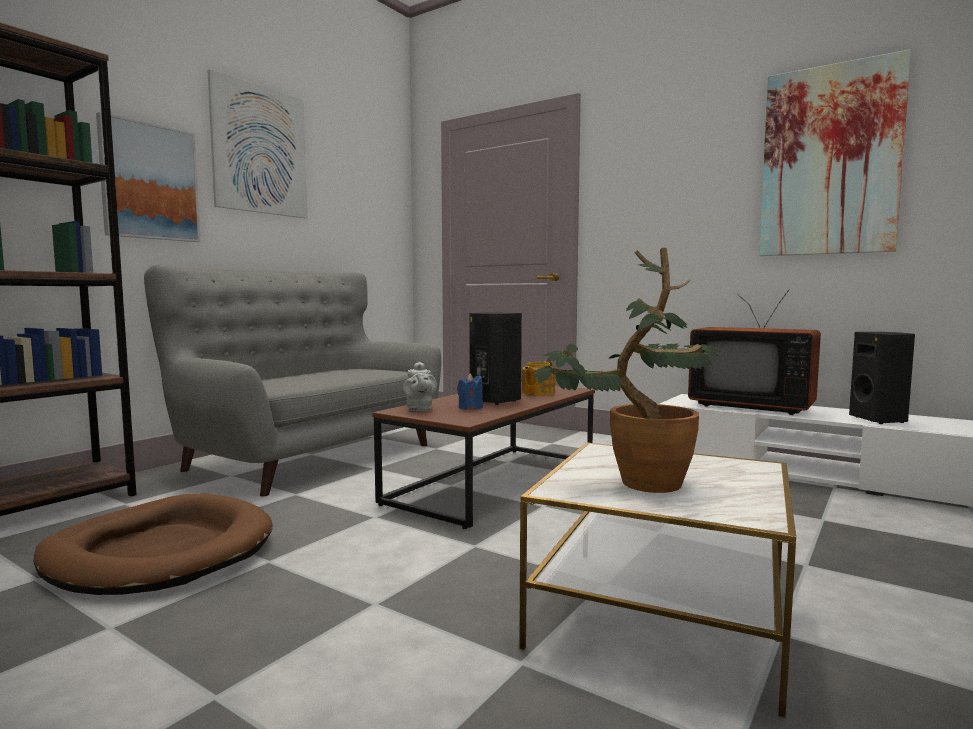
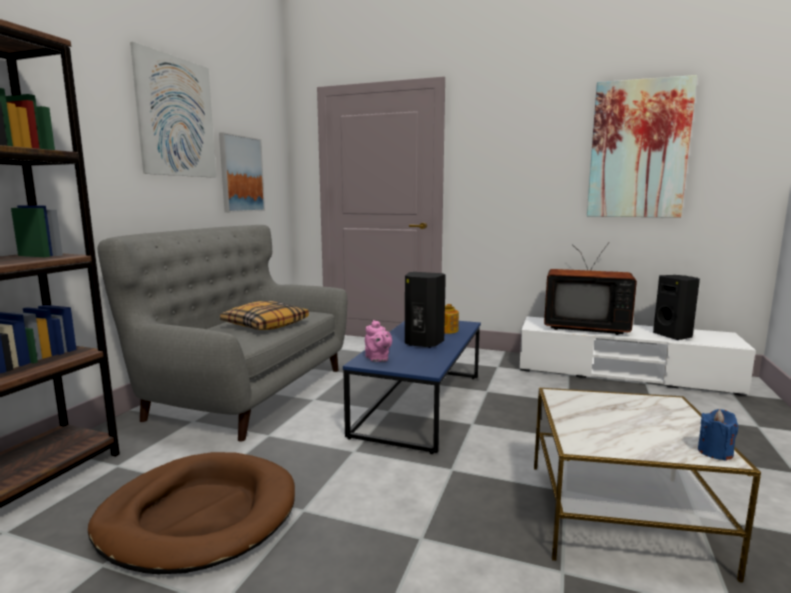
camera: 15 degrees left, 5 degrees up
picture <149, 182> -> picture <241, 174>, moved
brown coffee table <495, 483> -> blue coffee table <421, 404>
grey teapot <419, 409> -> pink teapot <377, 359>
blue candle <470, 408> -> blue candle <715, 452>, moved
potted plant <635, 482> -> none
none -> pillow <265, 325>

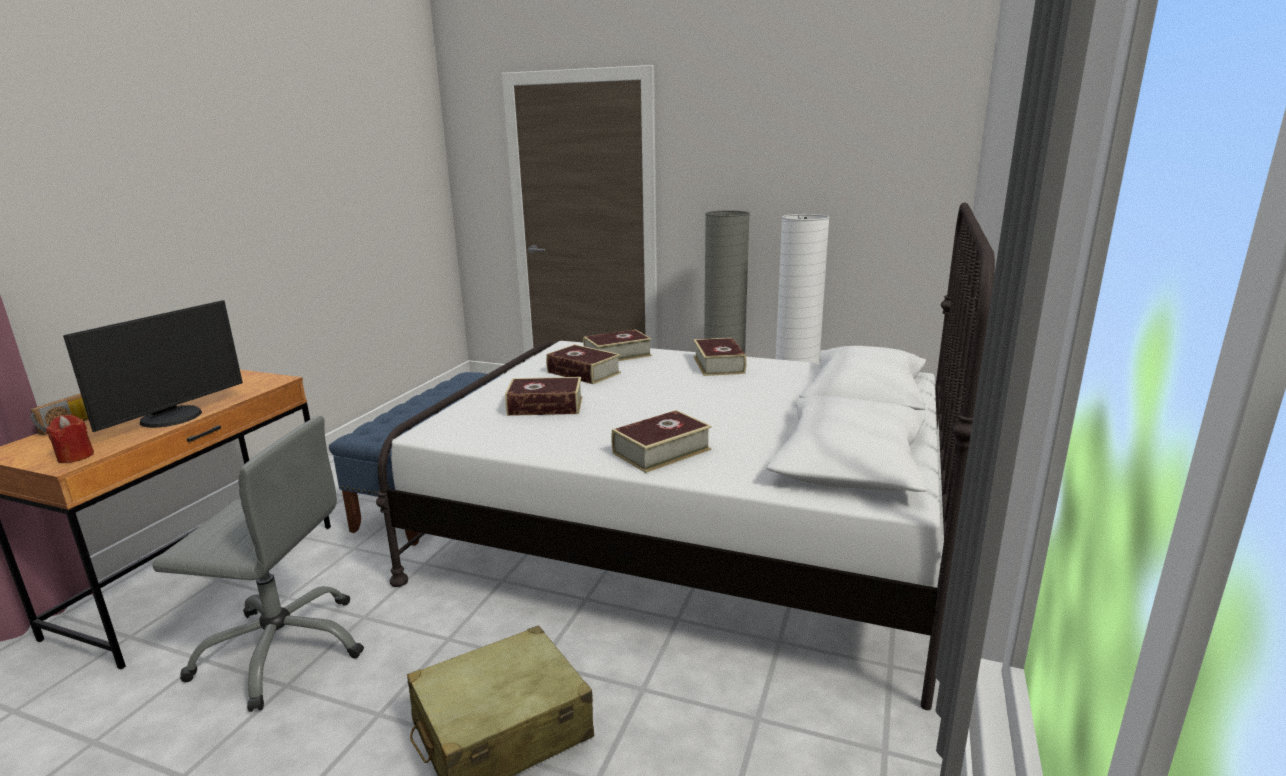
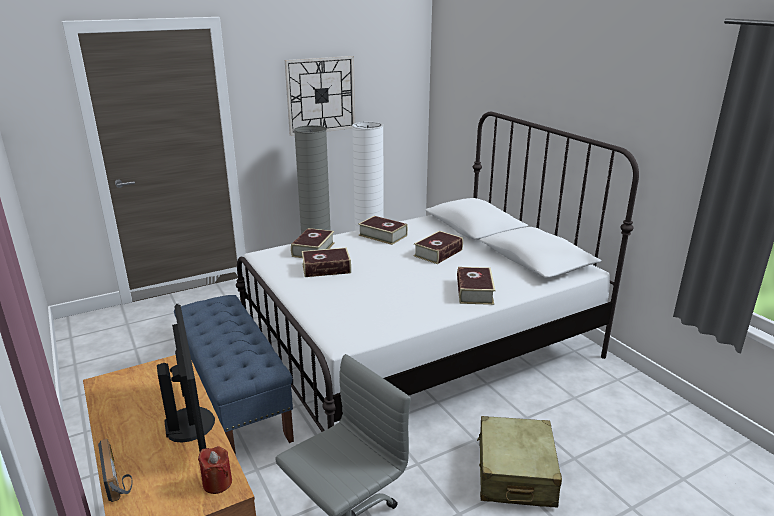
camera: 50 degrees left, 5 degrees up
book <545, 406> -> book <438, 253>, moved
none -> wall clock <321, 95>

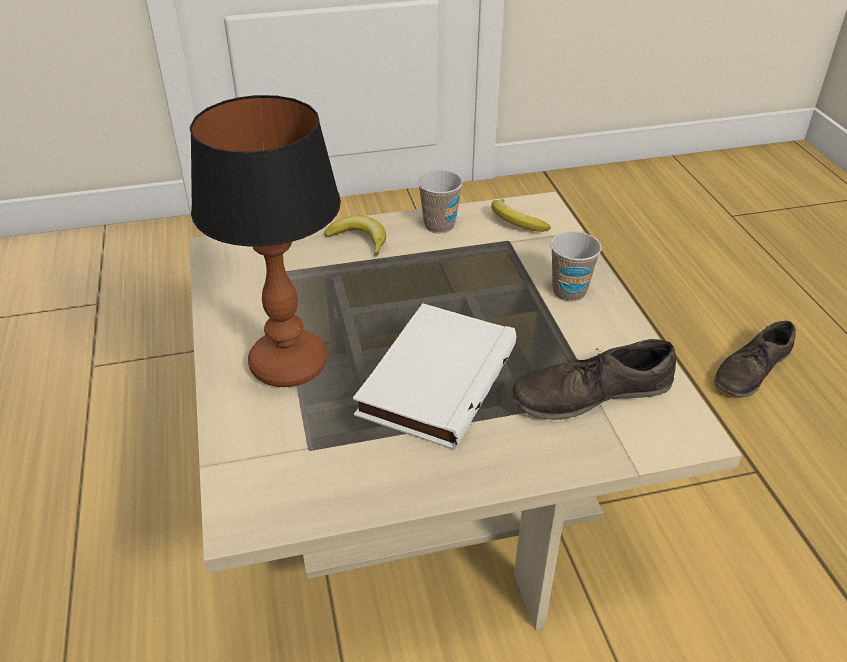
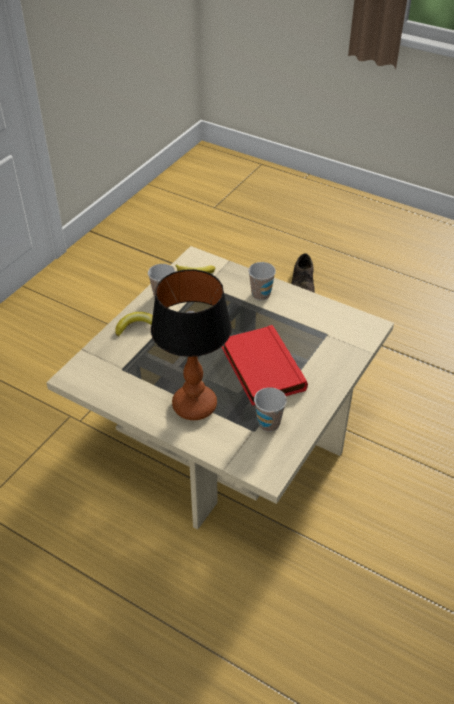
camera: 45 degrees left, 5 degrees up
white book <434, 378> -> red book <260, 368>
brown shoe <590, 394> -> none
none -> cup <268, 423>

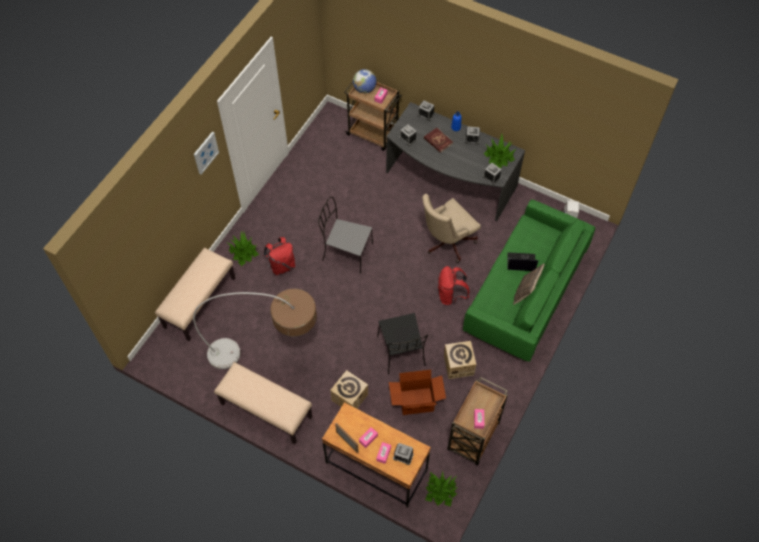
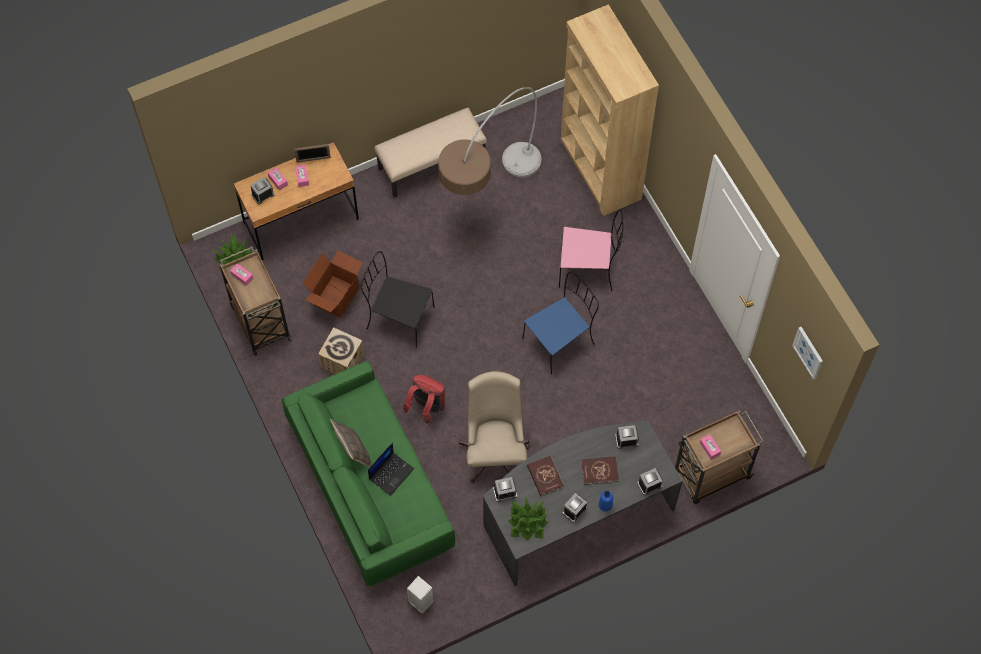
camera: 125 degrees right, 5 degrees up
beige bench <199, 302> -> brown bookcase <600, 170>
picture <205, 152> -> picture <808, 352>, moved
potted plant <243, 252> -> none
red backpack <282, 266> -> pink chair <589, 268>
grey chair <346, 252> -> blue chair <559, 340>
cardboard box <350, 397> -> none
globe <364, 89> -> none
none -> red book <545, 476>

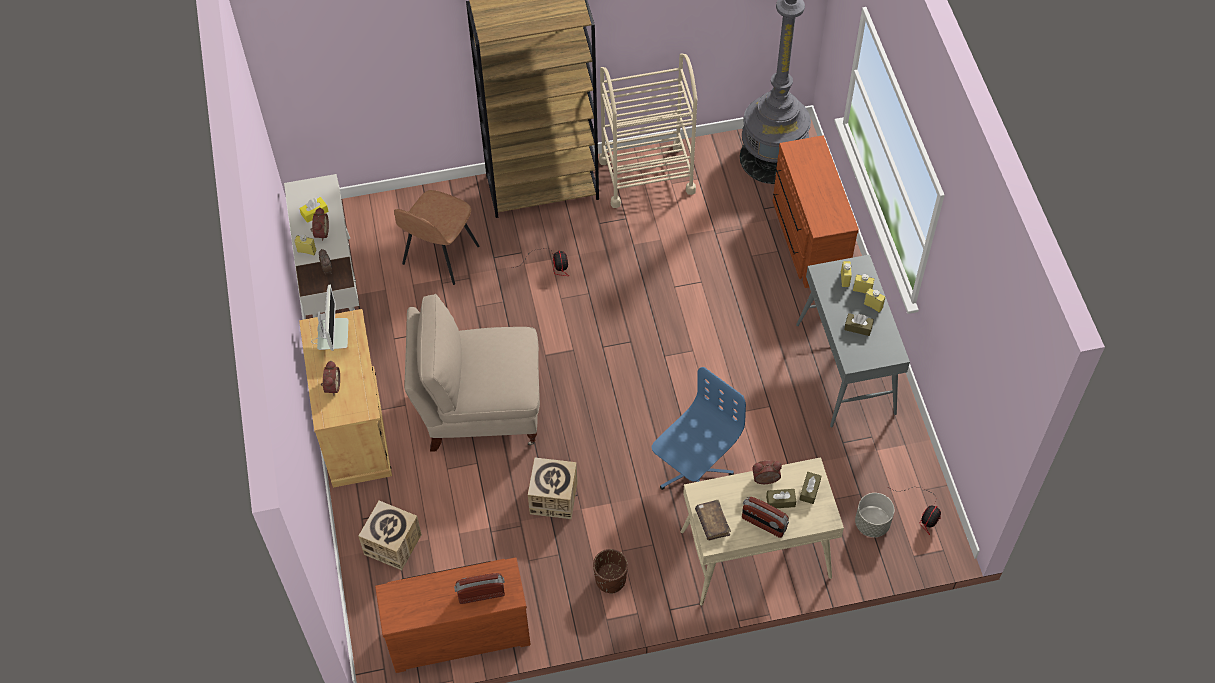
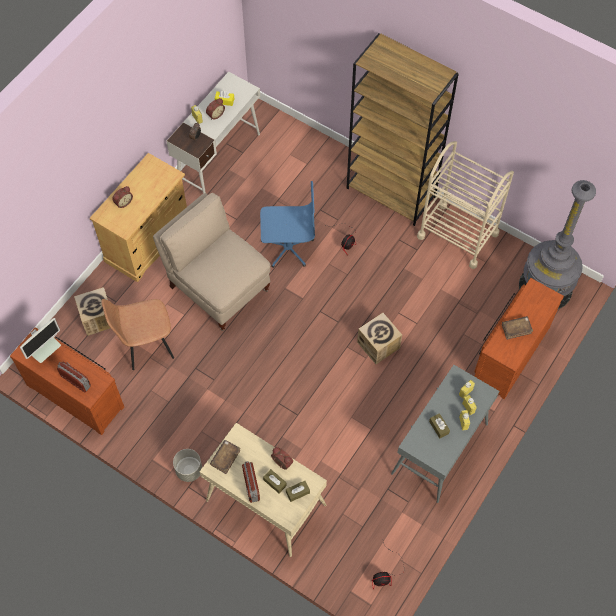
camera: 45 degrees right, 5 degrees up
monitor <334, 344> -> monitor <46, 353>, moved
brown chair <439, 256> -> brown chair <145, 344>, moved
cardboard box <553, 498> -> cardboard box <378, 345>, moved
brown planter <610, 580> -> none
blue office chair <693, 471> -> blue office chair <287, 247>, moved
grey planter <871, 523> -> grey planter <189, 470>, moved
none -> brown book <516, 329>

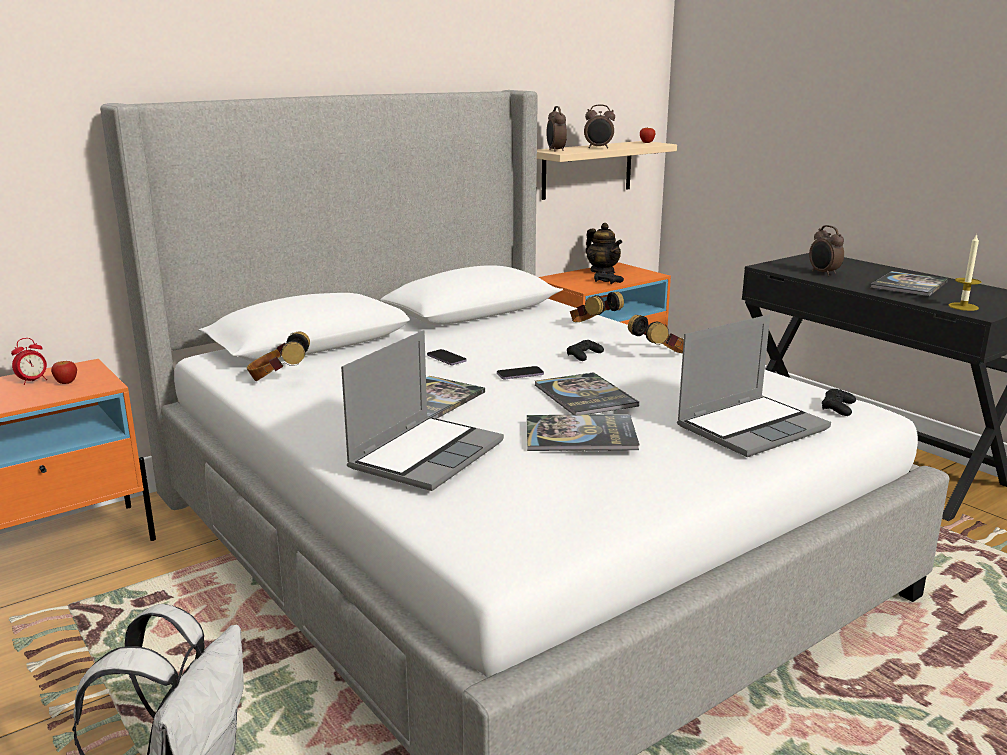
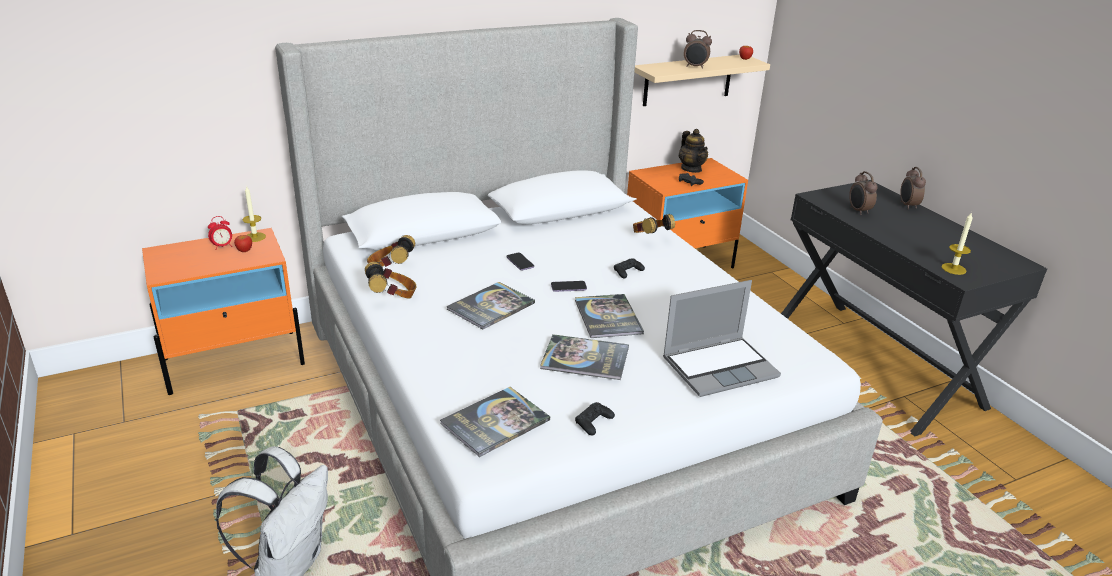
camera: 10 degrees right, 10 degrees up
laptop <426, 454> -> none
alarm clock <555, 151> -> alarm clock <907, 206>, moved
headphones <659, 355> -> headphones <392, 297>, moved
black game controller <838, 408> -> black game controller <593, 422>, moved
book <909, 285> -> book <495, 422>, moved
none -> candle <255, 237>

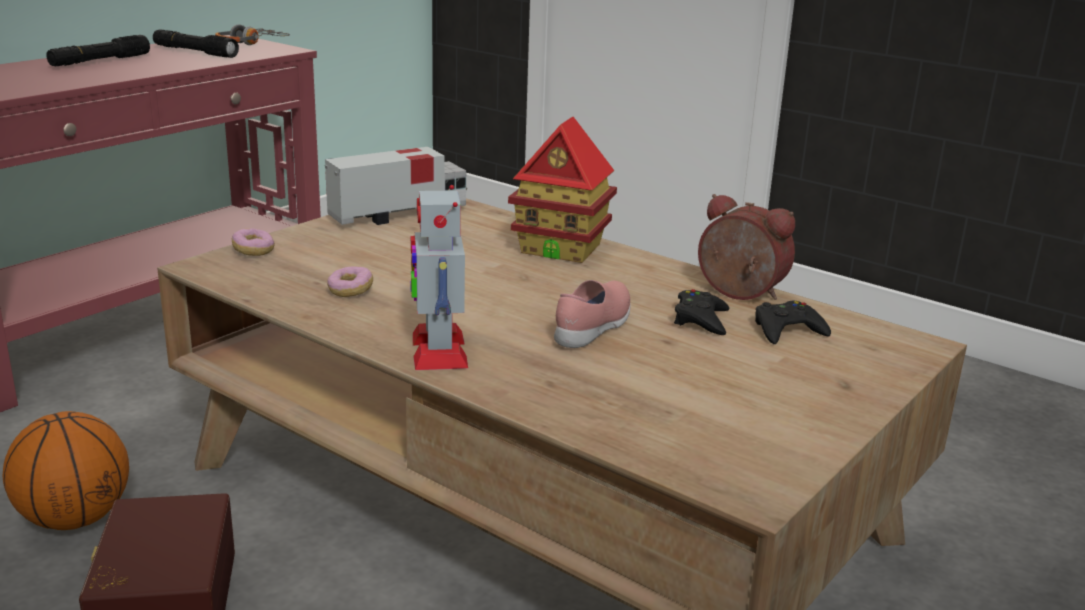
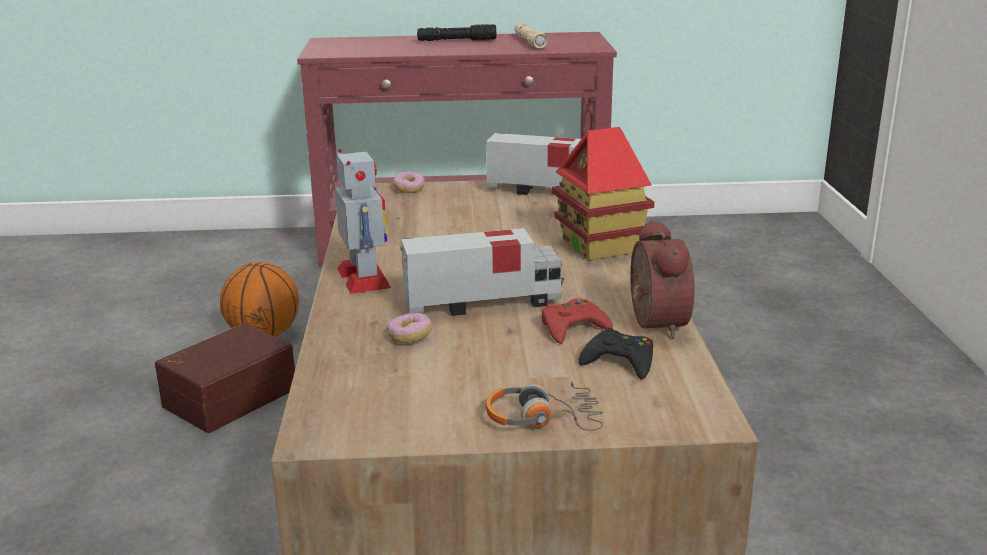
camera: 50 degrees right, 0 degrees up
black flashlight <195, 52> -> beige flashlight <529, 42>
headphones <249, 43> -> headphones <543, 419>, moved
donut <350, 291> -> donut <410, 337>, moved
toy robot <438, 350> -> toy robot <364, 278>, 120 degrees clockwise
pink shoe <594, 328> -> toy truck <483, 303>
black game controller <701, 319> -> red game controller <572, 328>

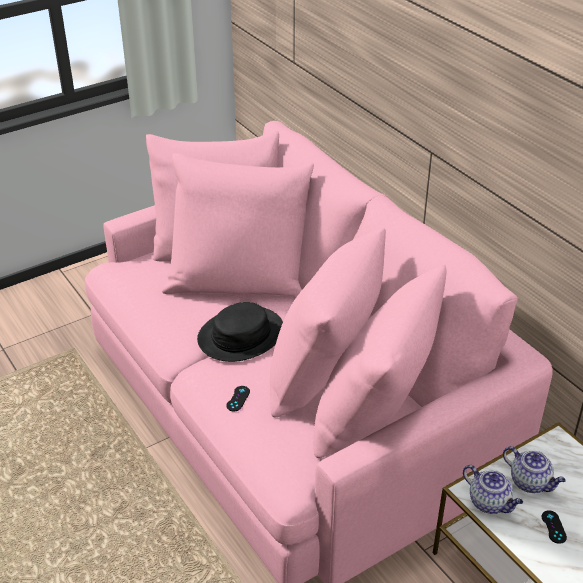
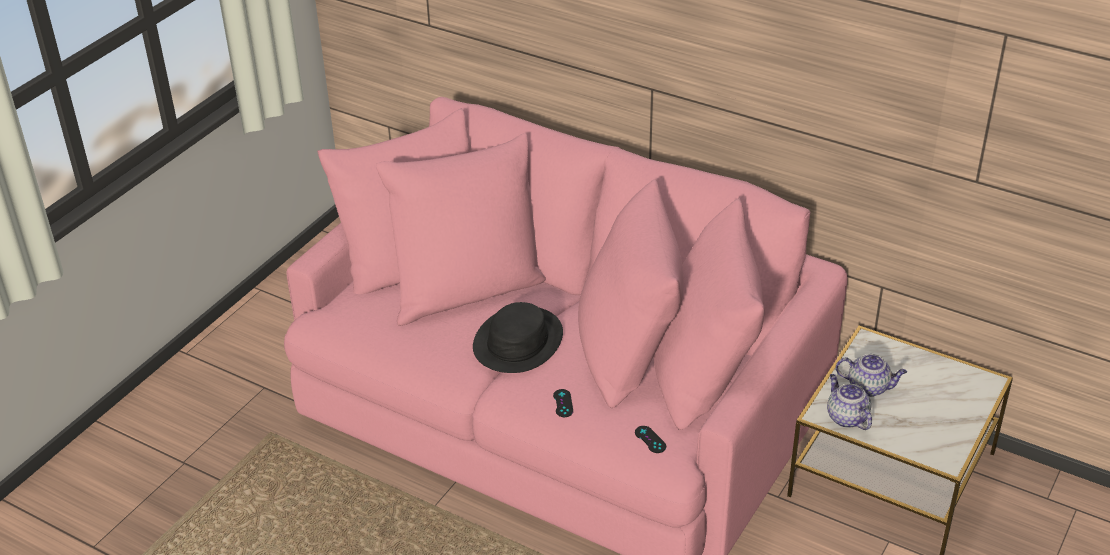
camera: 25 degrees left, 0 degrees up
teapot <490, 502> -> teapot <846, 417>, 135 degrees counterclockwise
black game controller <553, 527> -> black game controller <650, 439>, moved

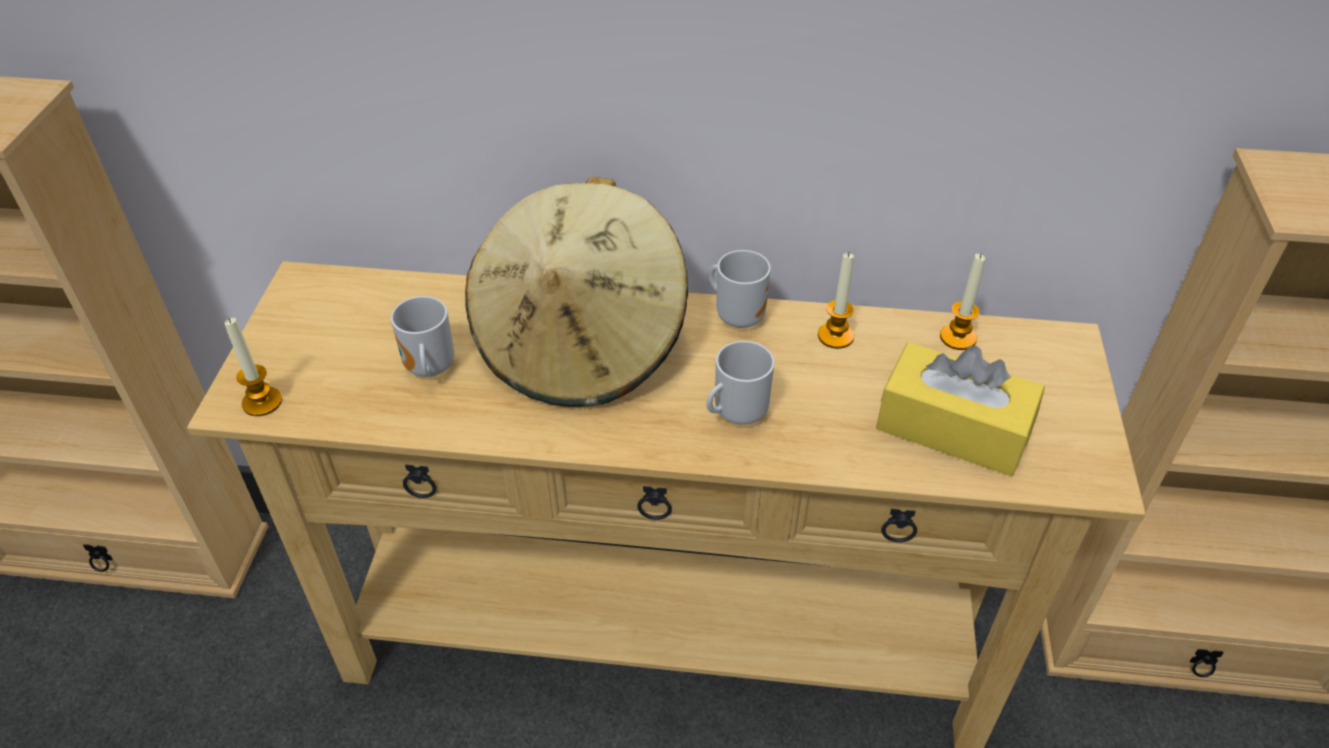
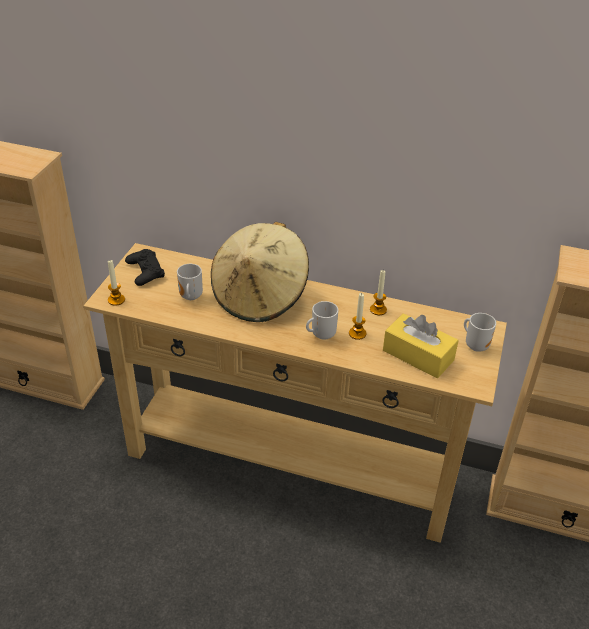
camera: 10 degrees right, 5 degrees down
mug <738, 315> -> mug <476, 345>, moved
candle <958, 337> -> candle <357, 333>, moved
none -> black game controller <145, 271>

